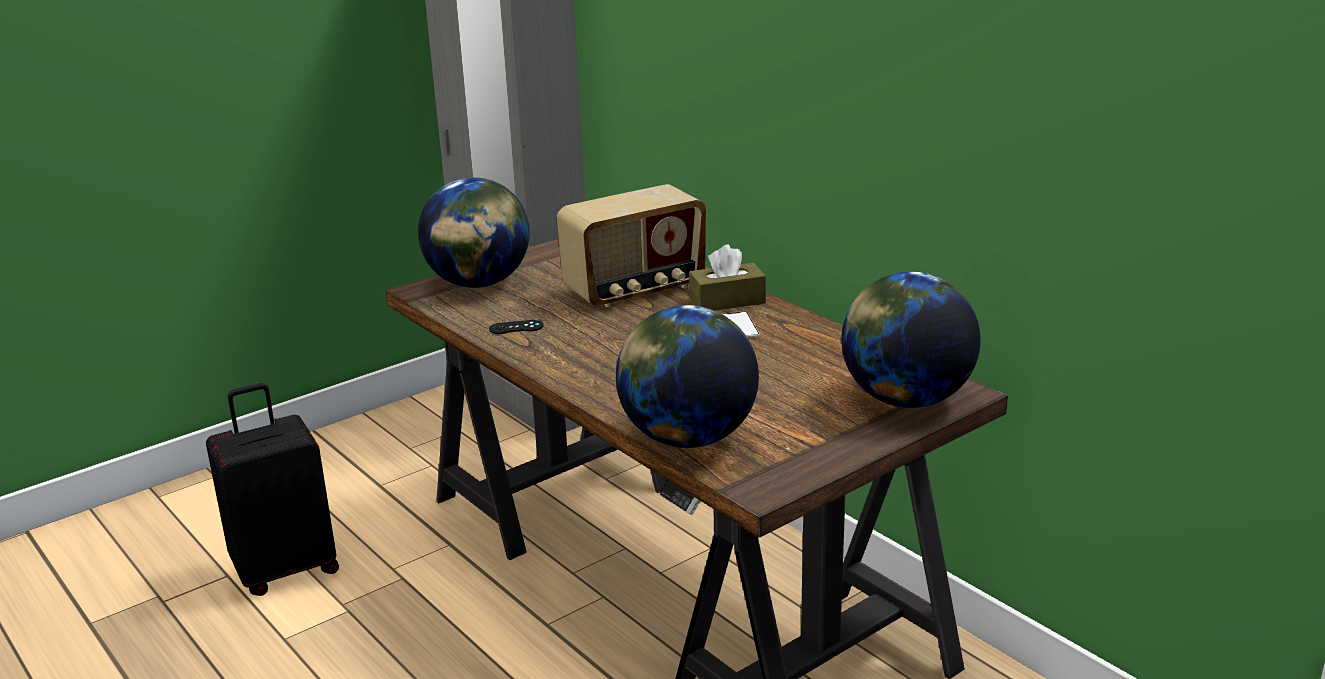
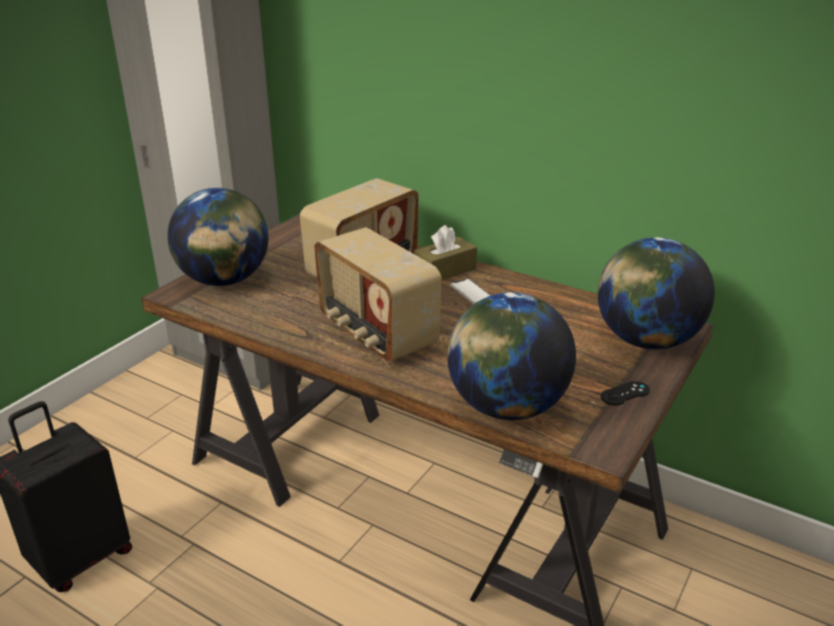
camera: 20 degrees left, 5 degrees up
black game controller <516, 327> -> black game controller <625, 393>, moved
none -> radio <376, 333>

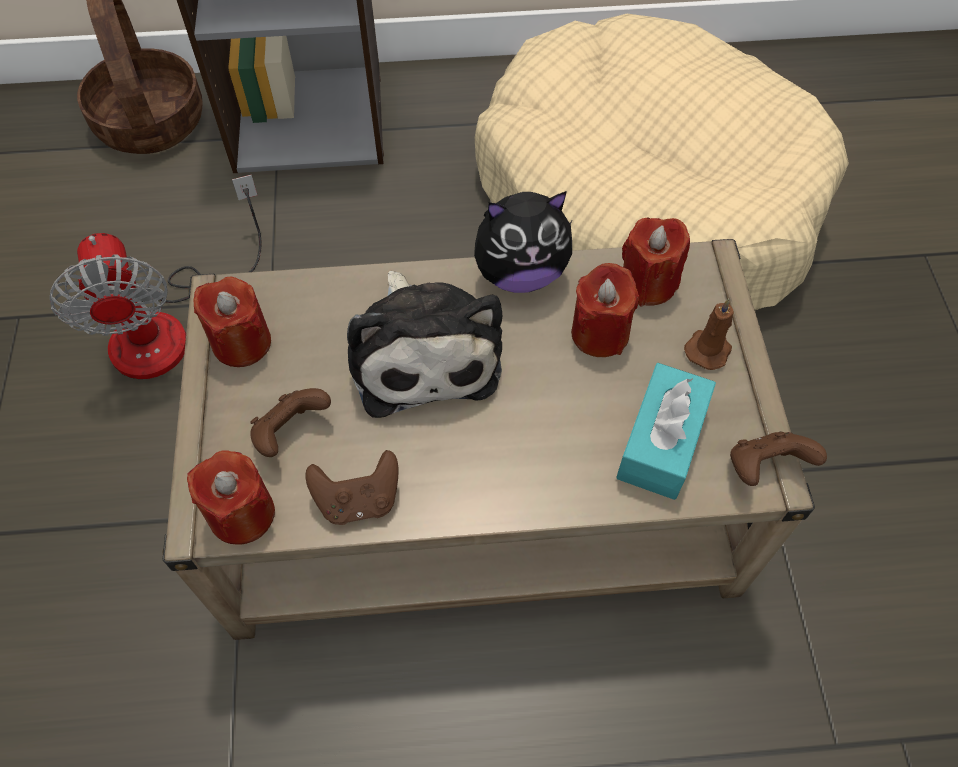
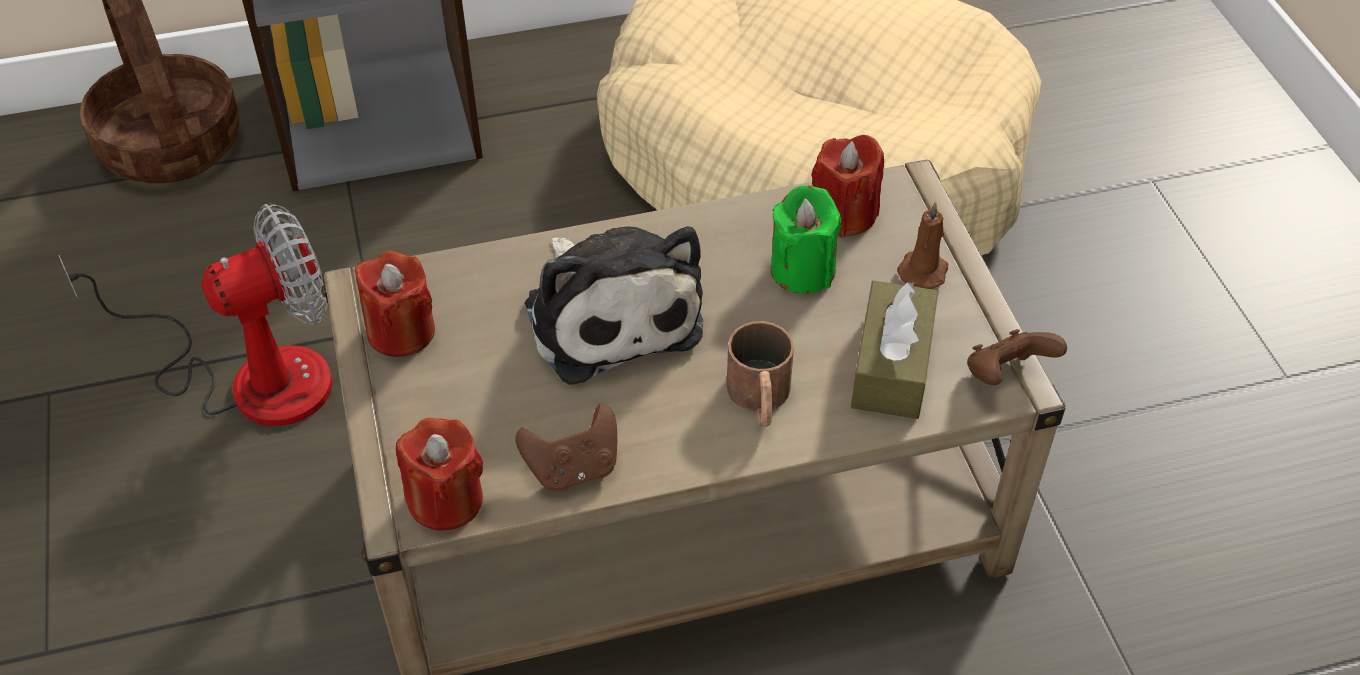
camera: 10 degrees left, 10 degrees down
fan <170, 325> -> fan <250, 376>, 90 degrees counterclockwise
brown game controller <290, 432> -> none
plush toy <520, 273> -> none
red candle <599, 333> -> green candle <802, 270>
turquoise tissue box <661, 442> -> brown tissue box <892, 366>
none -> brown mug <760, 400>

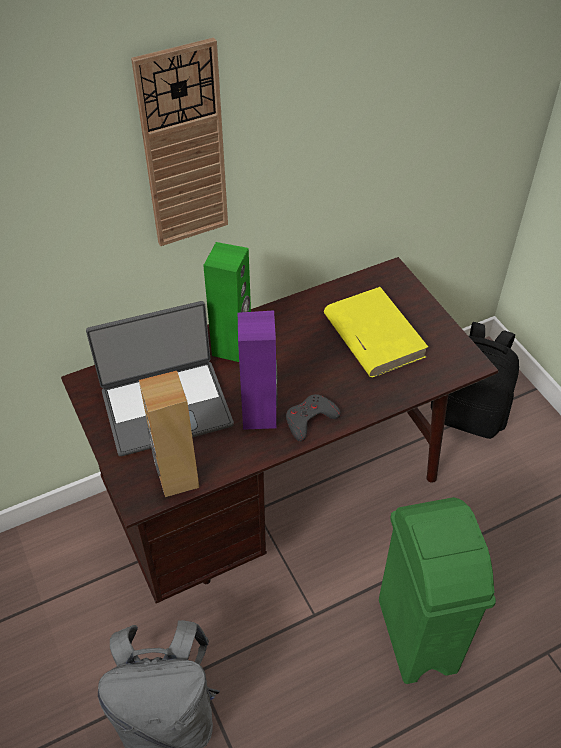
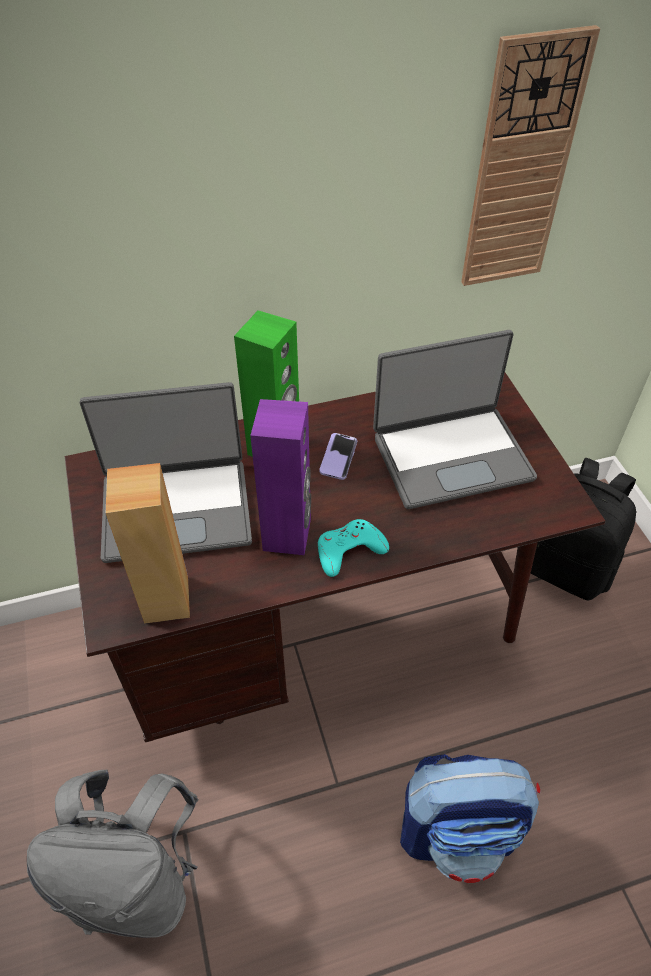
camera: 10 degrees right, 0 degrees up
wall clock <183, 148> -> wall clock <520, 168>, moved
grey game controller <310, 419> -> turquoise game controller <349, 550>
yellow book <373, 335> -> laptop <451, 456>
green trash can <417, 634> -> backpack <458, 832>
none -> phone <338, 457>

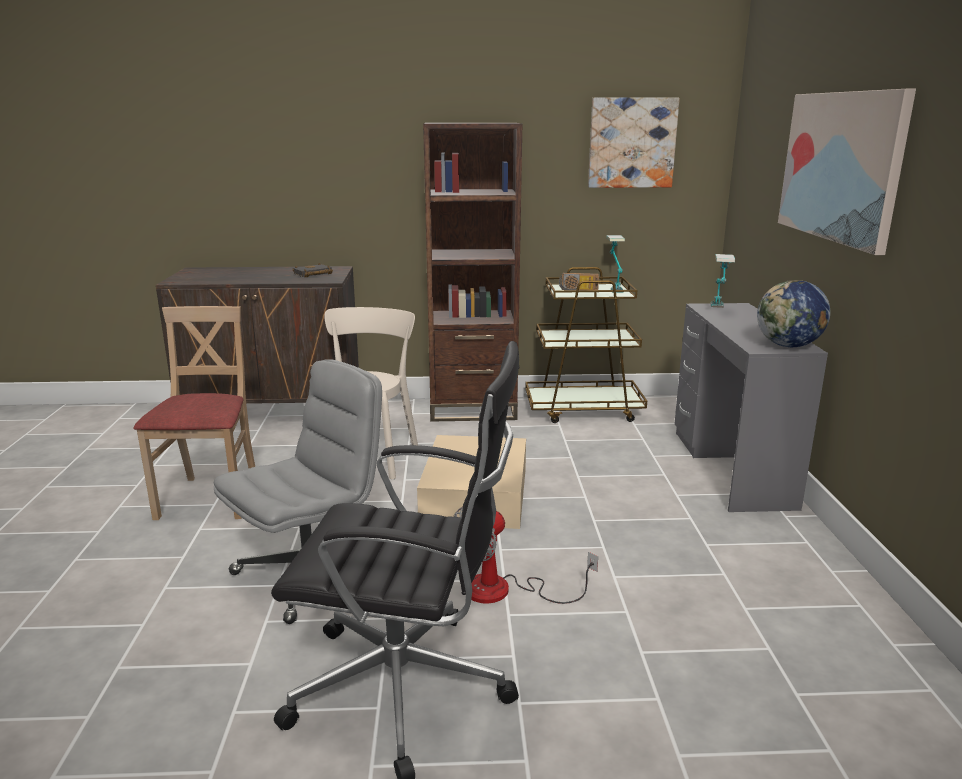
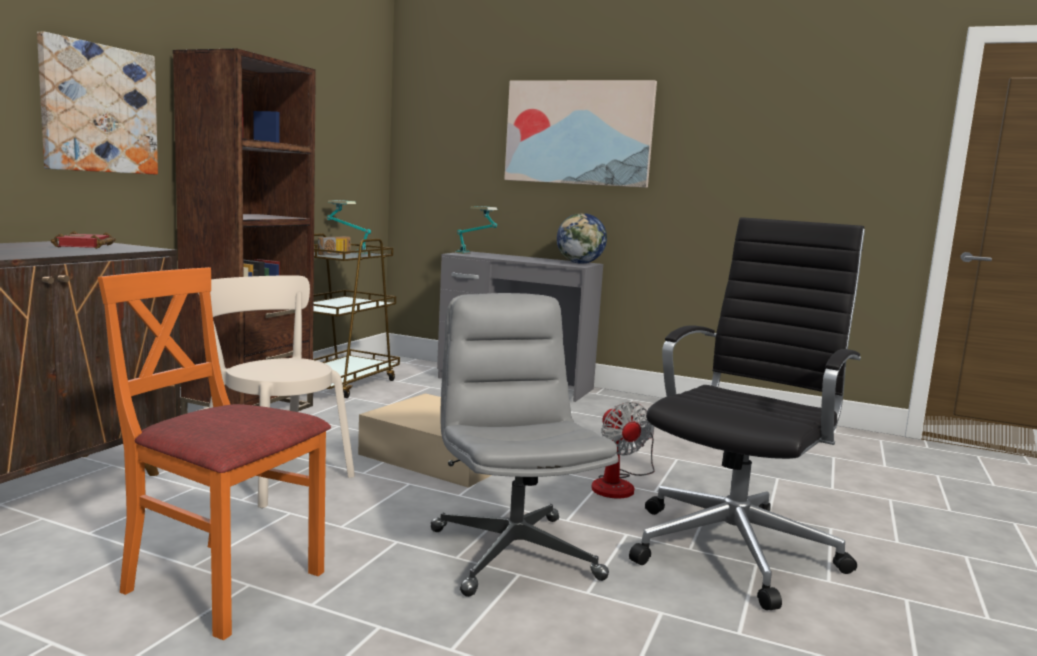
camera: 65 degrees left, 10 degrees down
beige chair <211, 497> -> orange chair <223, 584>
black book <312, 274> -> red book <86, 246>
picture <632, 143> -> picture <99, 109>, moved

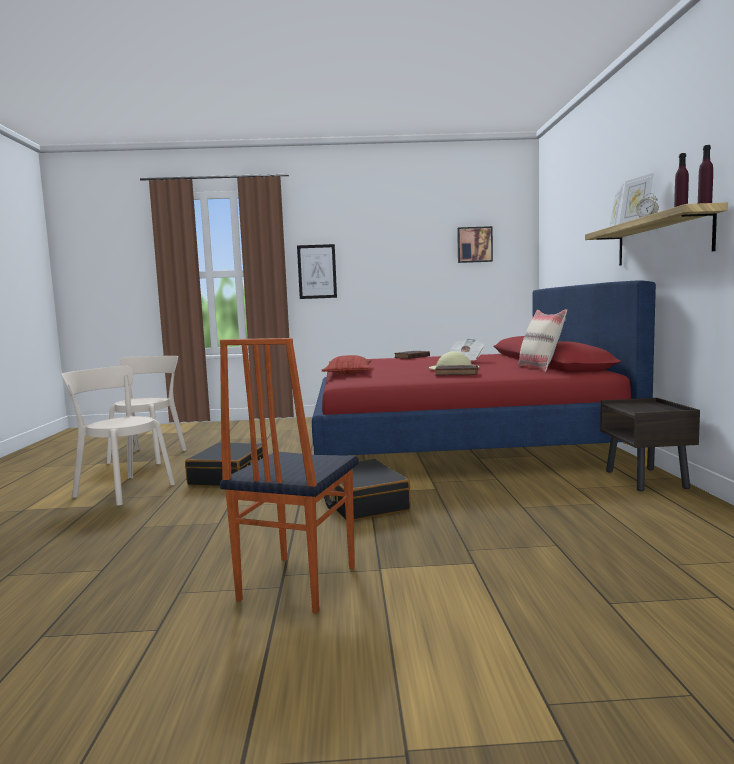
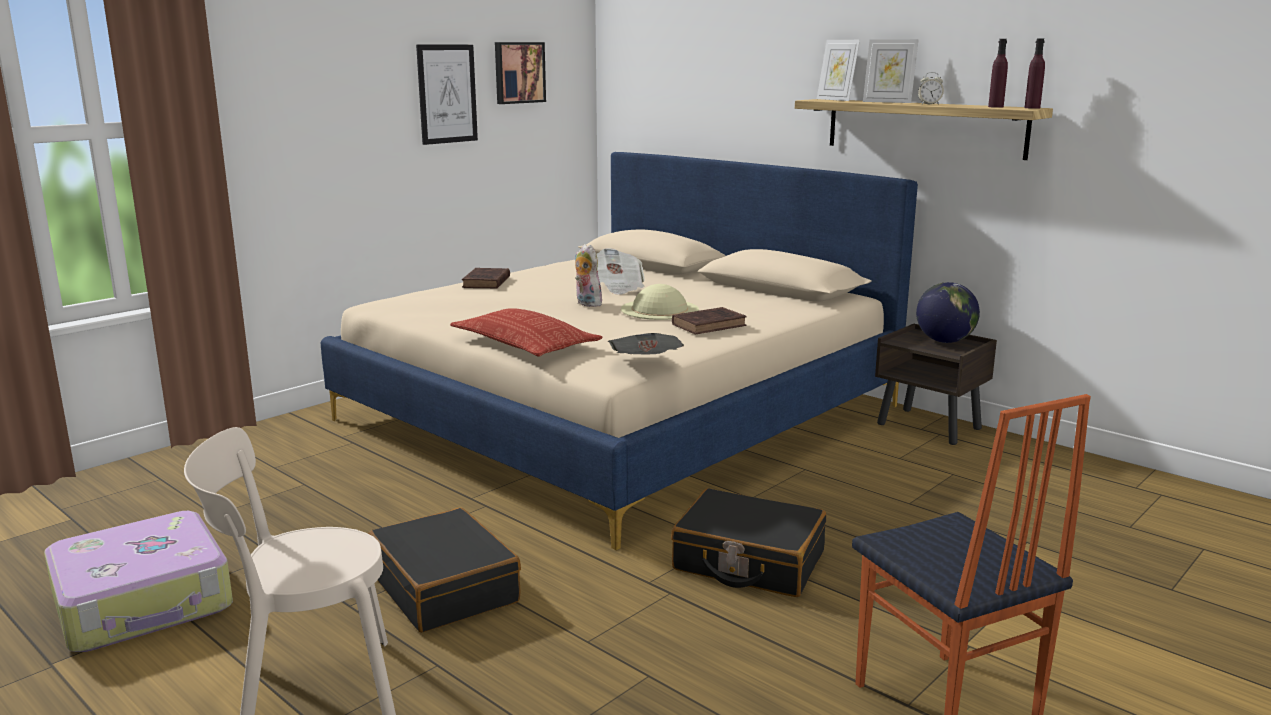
camera: 45 degrees left, 10 degrees up
beige chair <149, 455> -> suitcase <144, 601>
picture <317, 271> -> picture <447, 94>, moved
red bed <455, 439> -> beige bed <620, 413>
beige pillow <540, 368> -> none
none -> plush toy <586, 303>
none -> newspaper <646, 365>
none -> globe <944, 341>

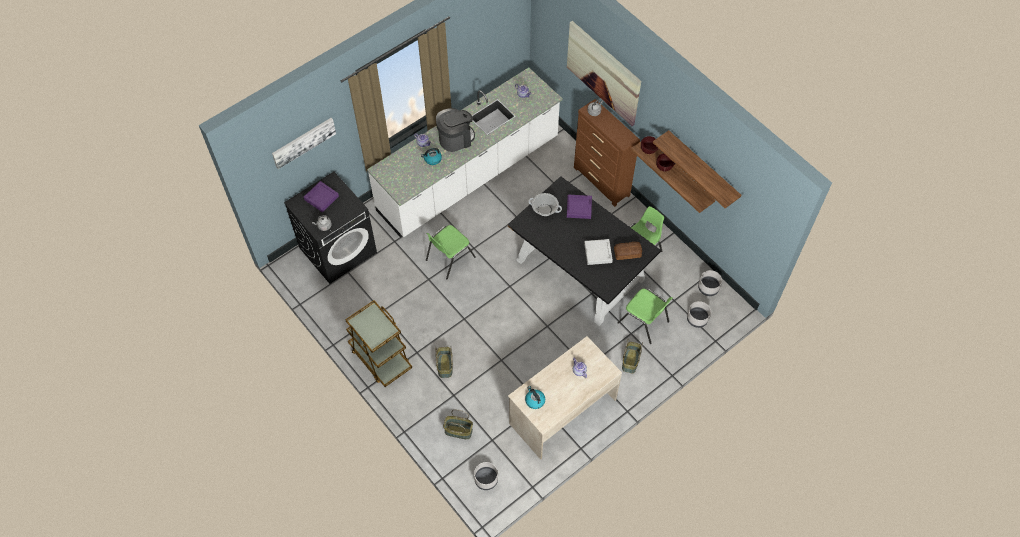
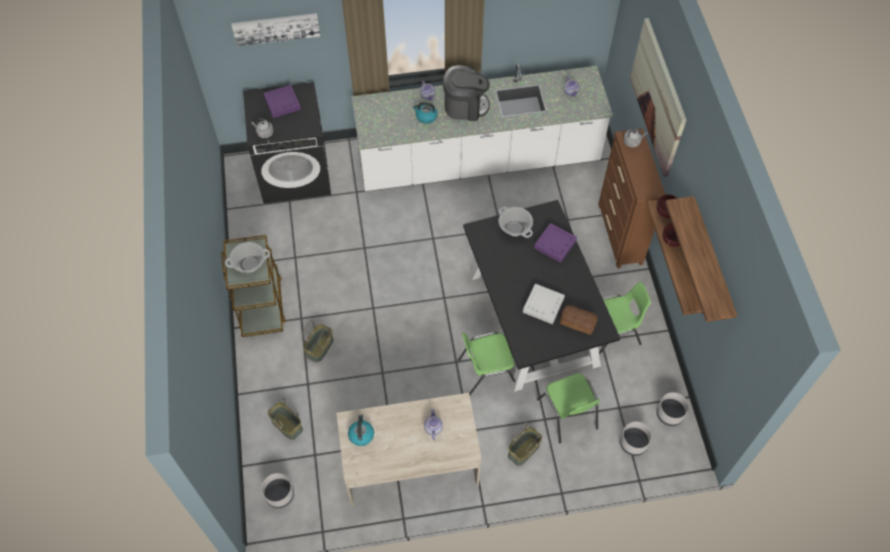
camera: 30 degrees right, 0 degrees up
green chair <449, 258> -> green chair <486, 371>, moved
none -> cooking pot <249, 264>

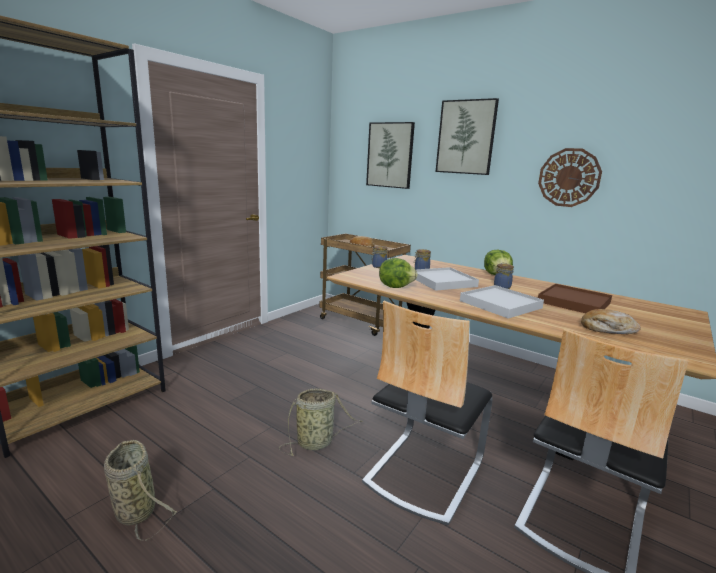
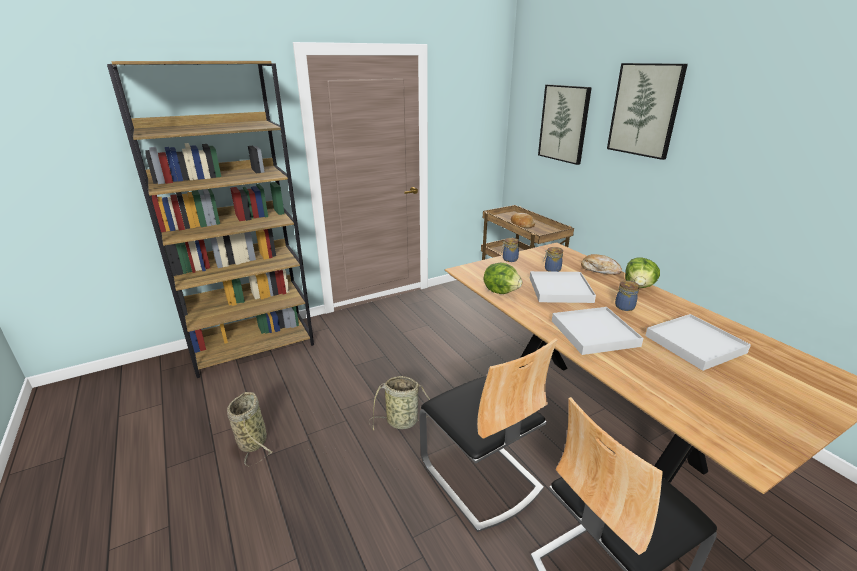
camera: 25 degrees right, 10 degrees up
chair <423, 471> -> chair <480, 476>, 90 degrees counterclockwise
wall clock <569, 177> -> none
brown tray <573, 302> -> white tray <694, 344>
bread <607, 329> -> bread <599, 270>, moved

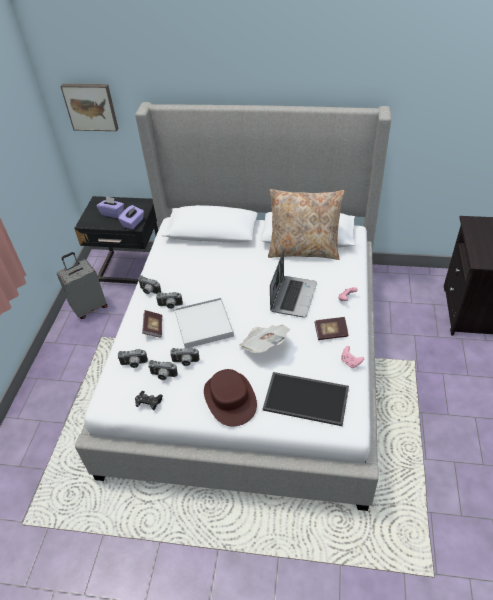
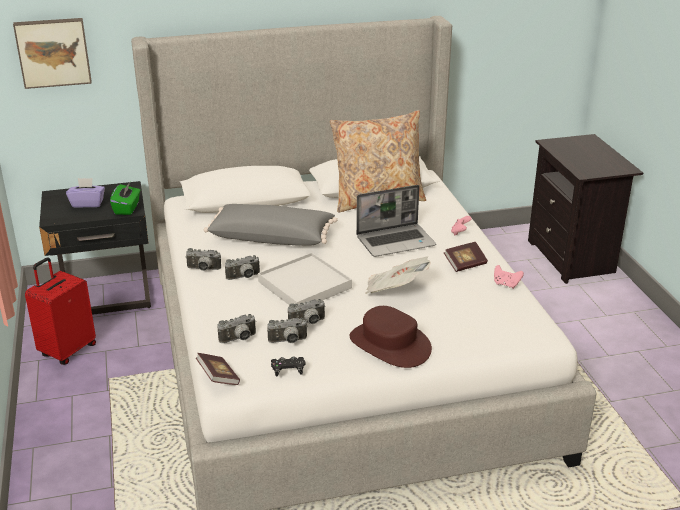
camera: 25 degrees left, 15 degrees down
grey suitcase <89, 307> -> red suitcase <67, 350>
purple tissue box <133, 223> -> green tissue box <127, 208>
book <153, 328> -> book <218, 377>, moved
tray <307, 397> -> none
laptop <293, 296> -> laptop <396, 241>, 75 degrees clockwise
none -> grey pillow <272, 237>

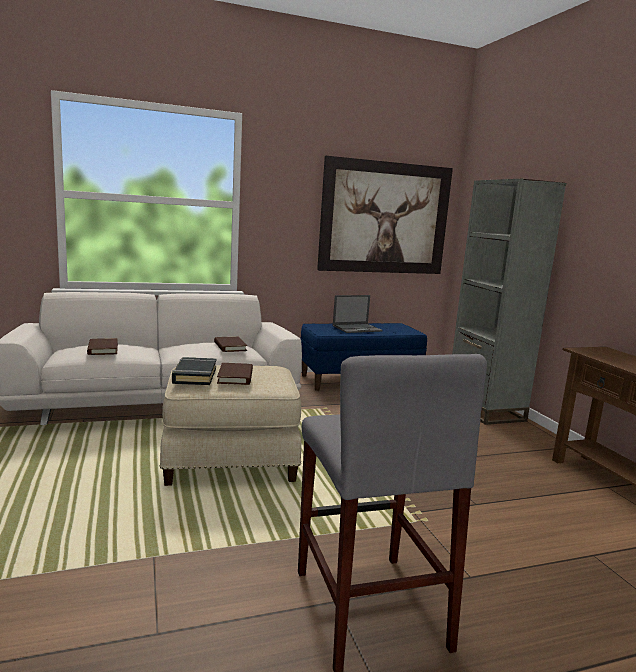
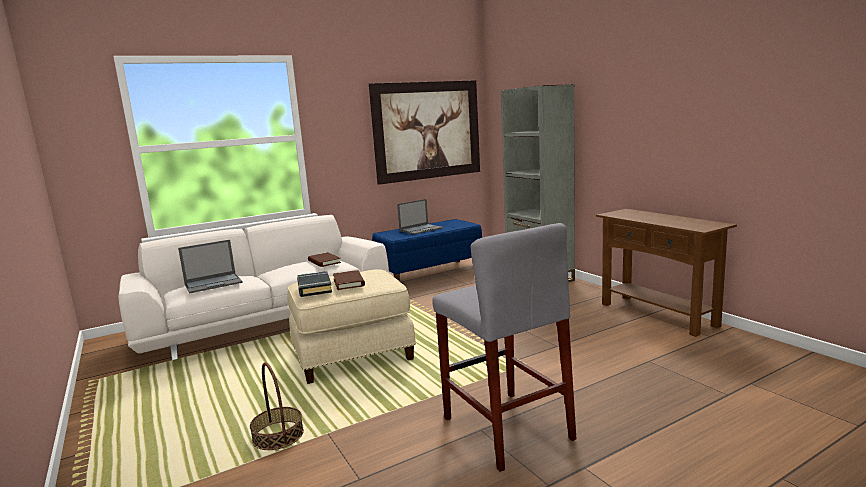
camera: 10 degrees left, 0 degrees up
brown book <103, 349> -> laptop <214, 283>
none -> basket <278, 435>

